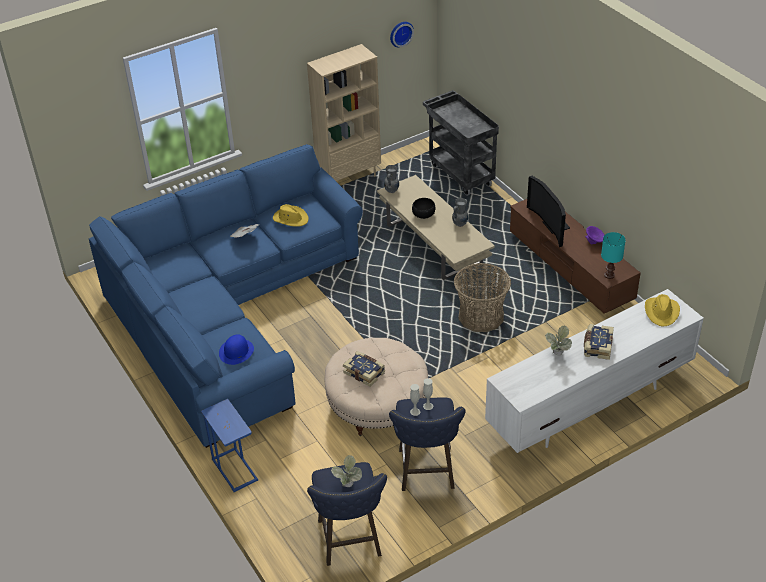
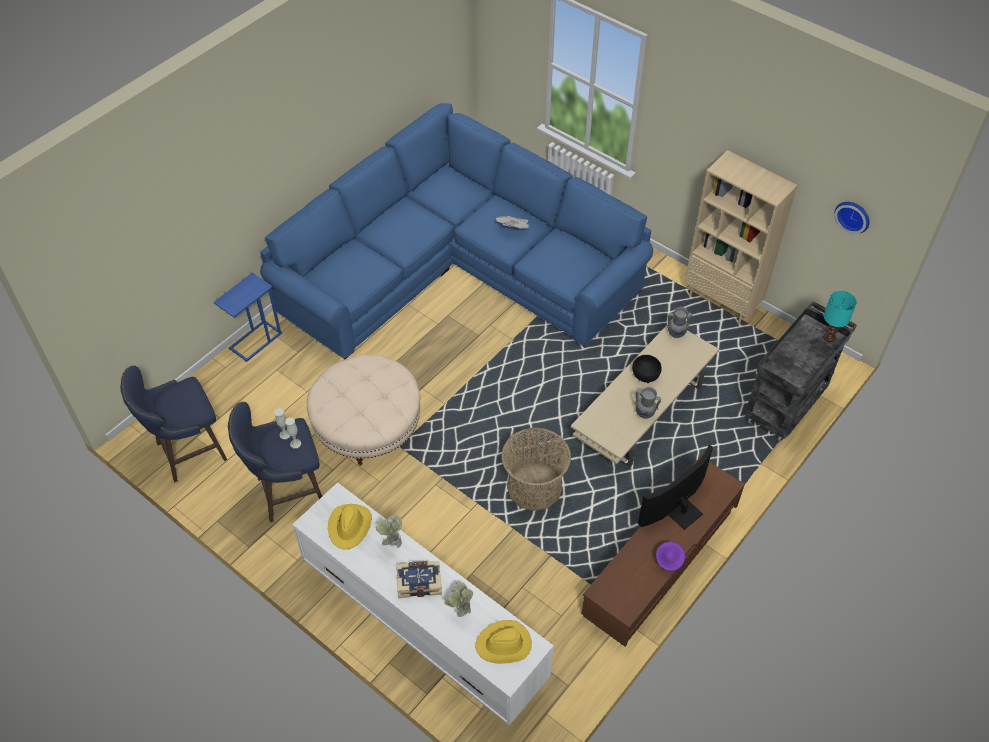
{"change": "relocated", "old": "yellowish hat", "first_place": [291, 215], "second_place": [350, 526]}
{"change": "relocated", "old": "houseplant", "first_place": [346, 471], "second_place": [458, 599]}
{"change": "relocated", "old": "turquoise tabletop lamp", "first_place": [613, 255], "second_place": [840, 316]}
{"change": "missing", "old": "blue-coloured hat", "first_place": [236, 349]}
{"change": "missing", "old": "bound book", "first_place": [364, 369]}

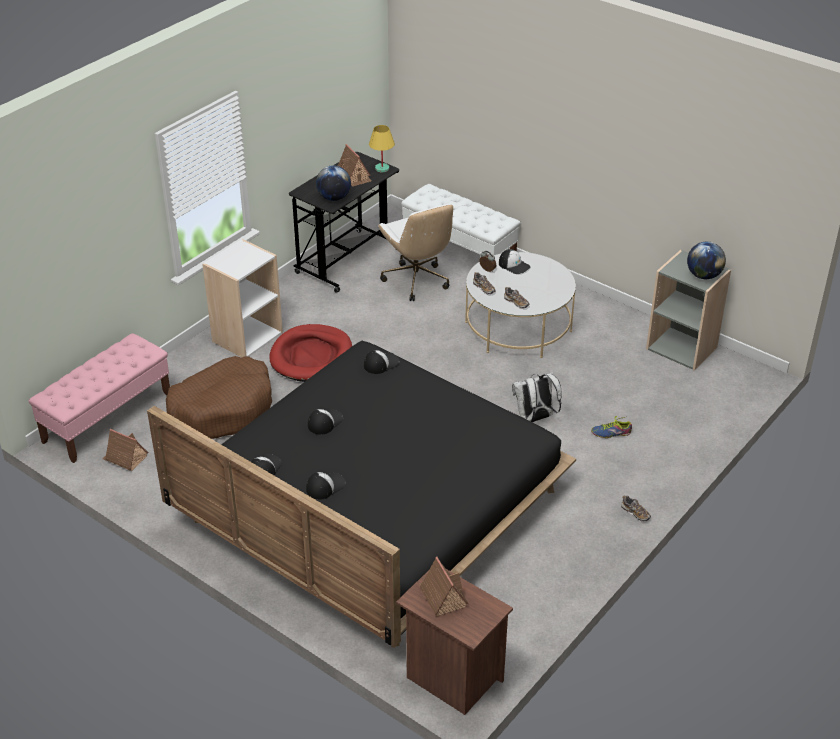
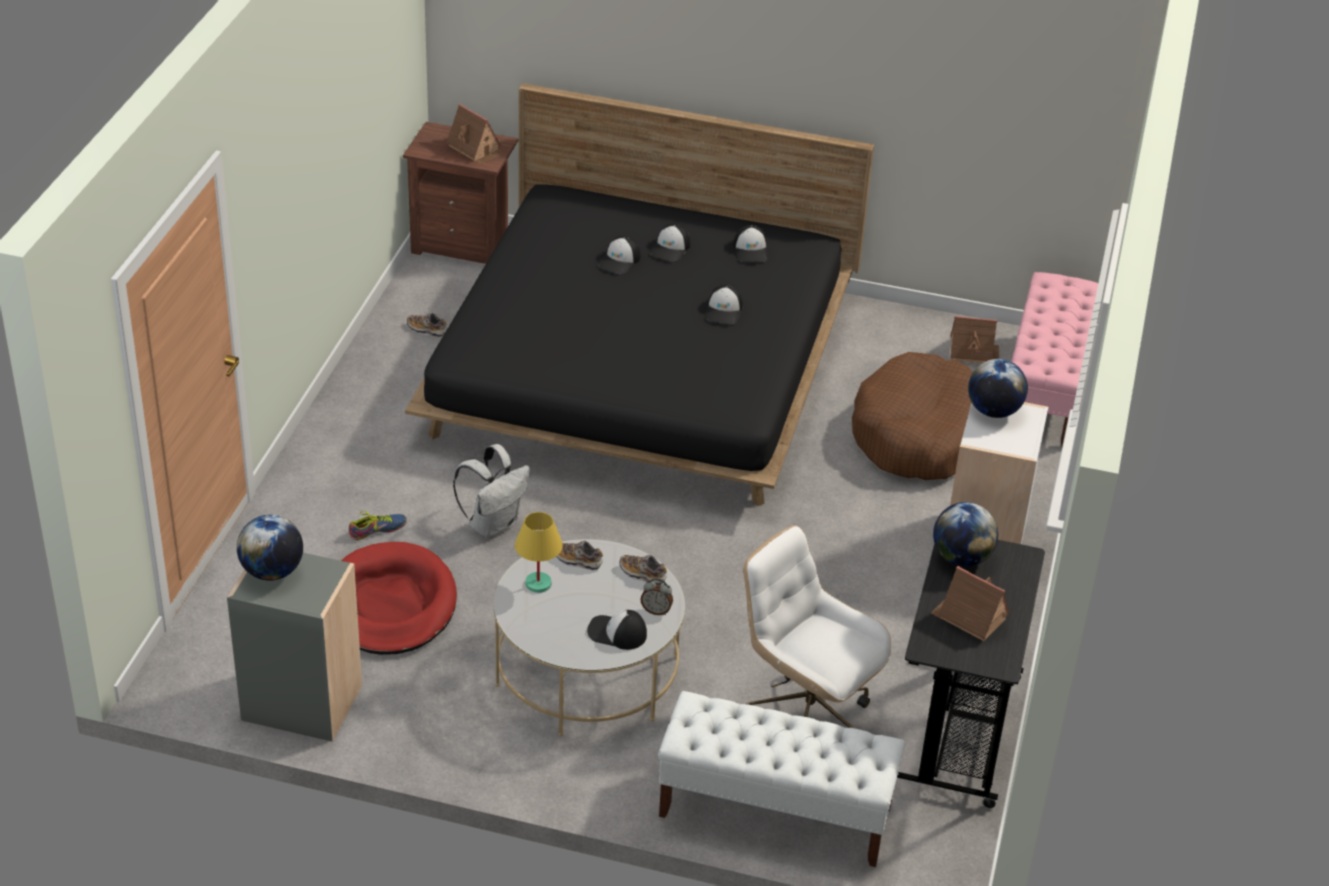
{"change": "relocated", "old": "red dog bed", "first_place": [310, 353], "second_place": [399, 598]}
{"change": "relocated", "old": "shoe", "first_place": [636, 508], "second_place": [427, 324]}
{"change": "relocated", "old": "yellowish tabletop lamp", "first_place": [382, 148], "second_place": [539, 552]}
{"change": "relocated", "old": "peaked cap", "first_place": [381, 362], "second_place": [618, 255]}
{"change": "appeared", "new": "desk globe", "second_place": [998, 388]}

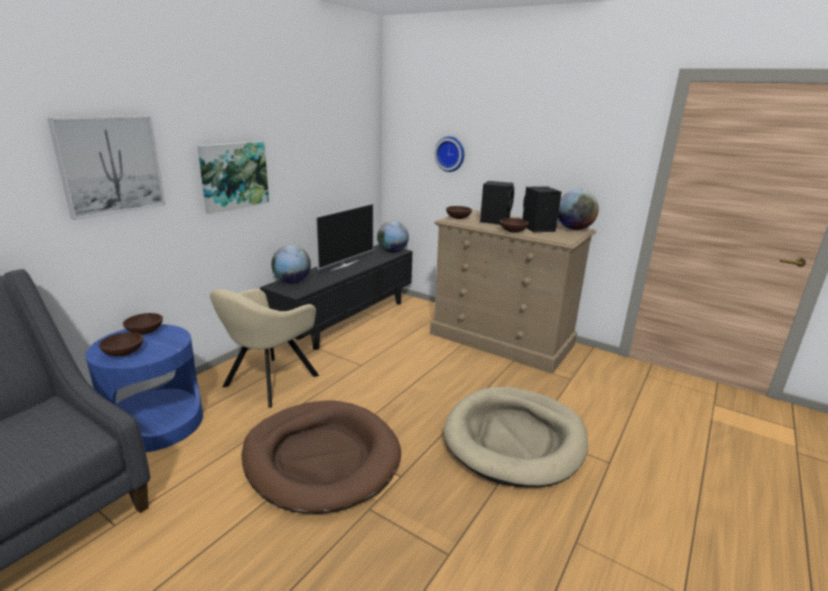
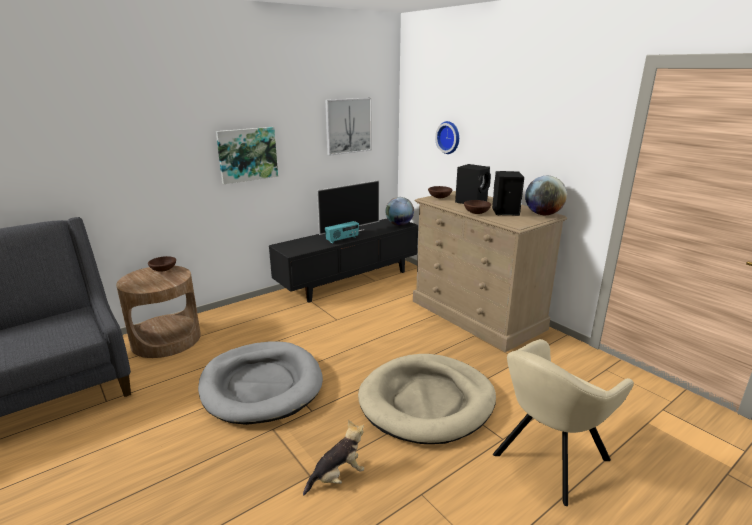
{"change": "colour", "old": "blue-coloured side table", "new": "brown-coloured side table", "first_place": [144, 388], "second_place": [158, 312]}
{"change": "colour", "old": "brown-coloured dog bed", "new": "grey dog bed", "first_place": [321, 457], "second_place": [260, 383]}
{"change": "appeared", "new": "plush toy", "second_place": [333, 457]}
{"change": "relocated", "old": "wall picture", "first_place": [106, 168], "second_place": [348, 127]}
{"change": "appeared", "new": "radio receiver", "second_place": [342, 232]}
{"change": "relocated", "old": "beige-coloured armchair", "first_place": [264, 348], "second_place": [563, 422]}
{"change": "missing", "old": "brown-coloured bowl", "first_place": [121, 344]}
{"change": "missing", "old": "desk globe", "first_place": [291, 264]}

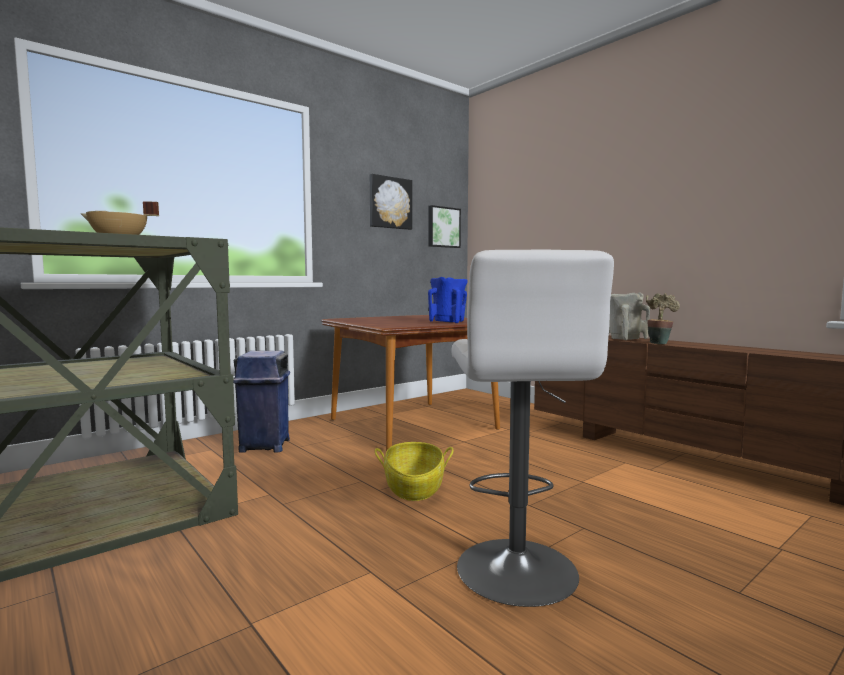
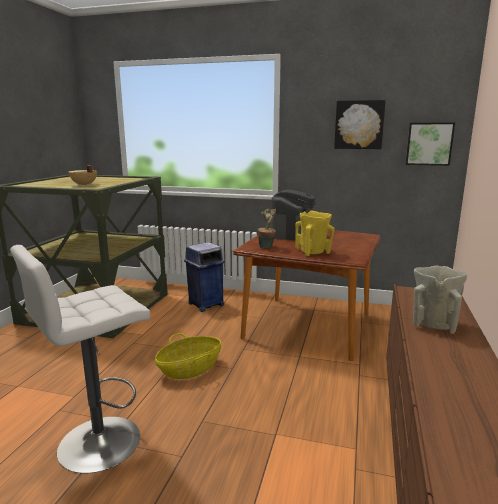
{"change": "relocated", "old": "houseplant", "first_place": [663, 318], "second_place": [267, 228]}
{"change": "appeared", "new": "coffee brewer", "second_place": [293, 215]}
{"change": "colour", "old": "blue-coloured vase", "new": "yellowish vase", "first_place": [447, 300], "second_place": [315, 233]}

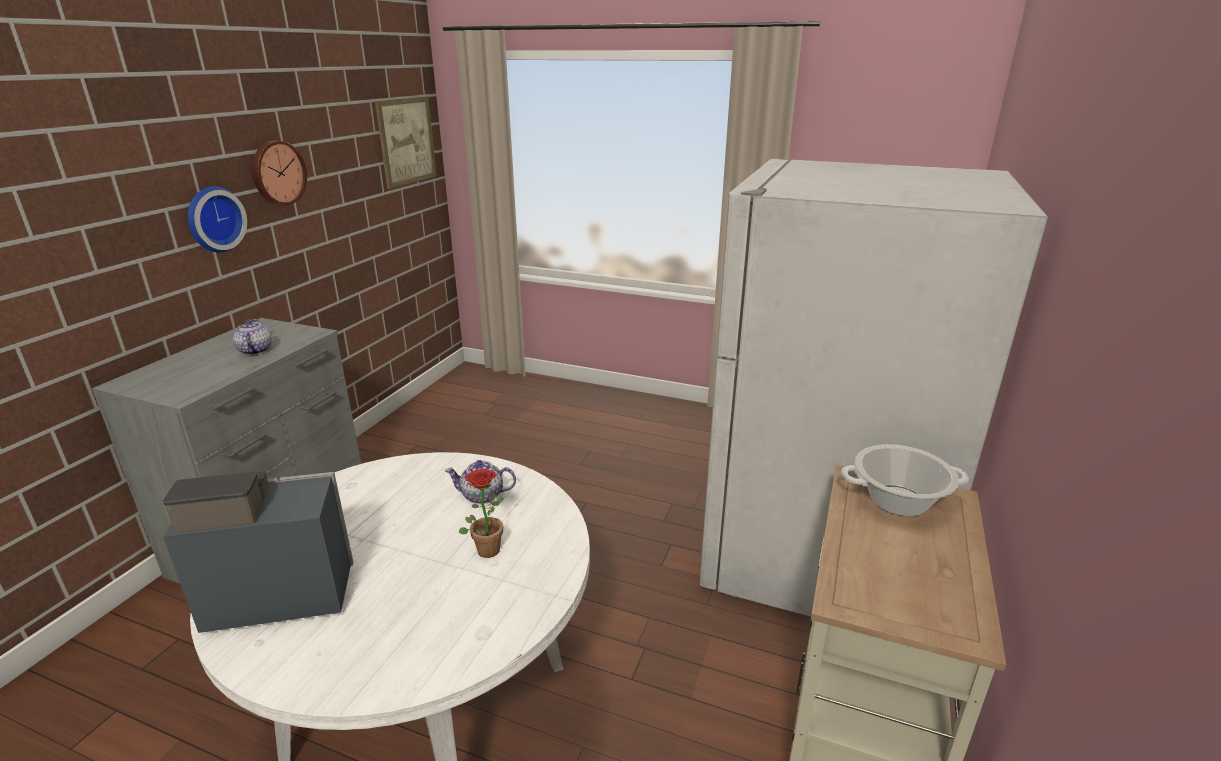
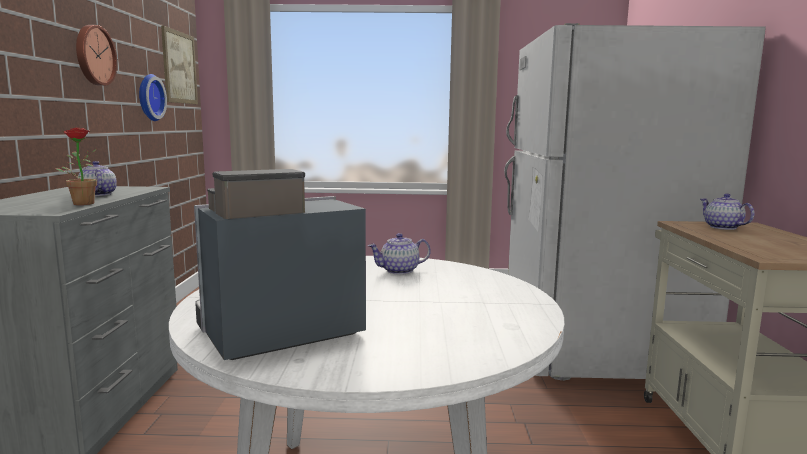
{"change": "relocated", "old": "houseplant", "first_place": [481, 513], "second_place": [76, 166]}
{"change": "relocated", "old": "clock on the wall", "first_place": [217, 219], "second_place": [153, 97]}
{"change": "exchanged", "old": "saucepot", "new": "teapot", "first_place": [905, 480], "second_place": [727, 211]}

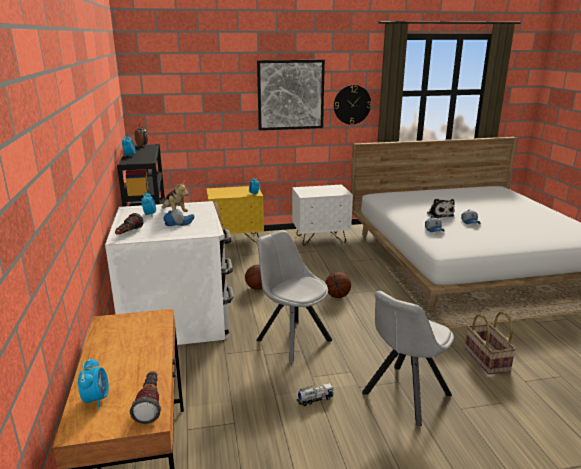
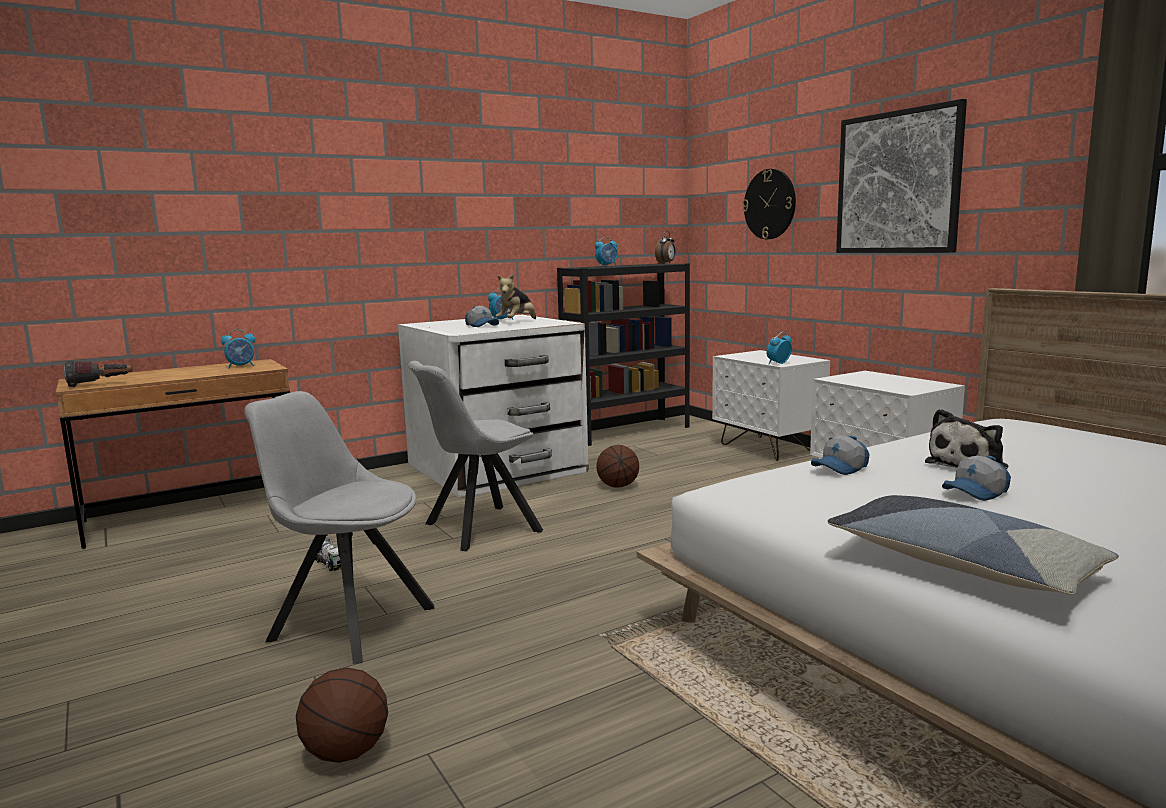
{"change": "relocated", "old": "alarm clock", "first_place": [93, 383], "second_place": [238, 348]}
{"change": "relocated", "old": "ball for basketball", "first_place": [338, 285], "second_place": [342, 715]}
{"change": "spun", "old": "grey chair", "first_place": [294, 296], "second_place": [475, 456], "degrees": -150}
{"change": "colour", "old": "yellowish nightstand", "new": "white nightstand", "first_place": [235, 215], "second_place": [771, 405]}
{"change": "relocated", "old": "clock on the wall", "first_place": [352, 105], "second_place": [769, 204]}
{"change": "appeared", "new": "cushion", "second_place": [973, 545]}
{"change": "missing", "old": "flashlight", "first_place": [129, 223]}
{"change": "missing", "old": "basket", "first_place": [490, 343]}

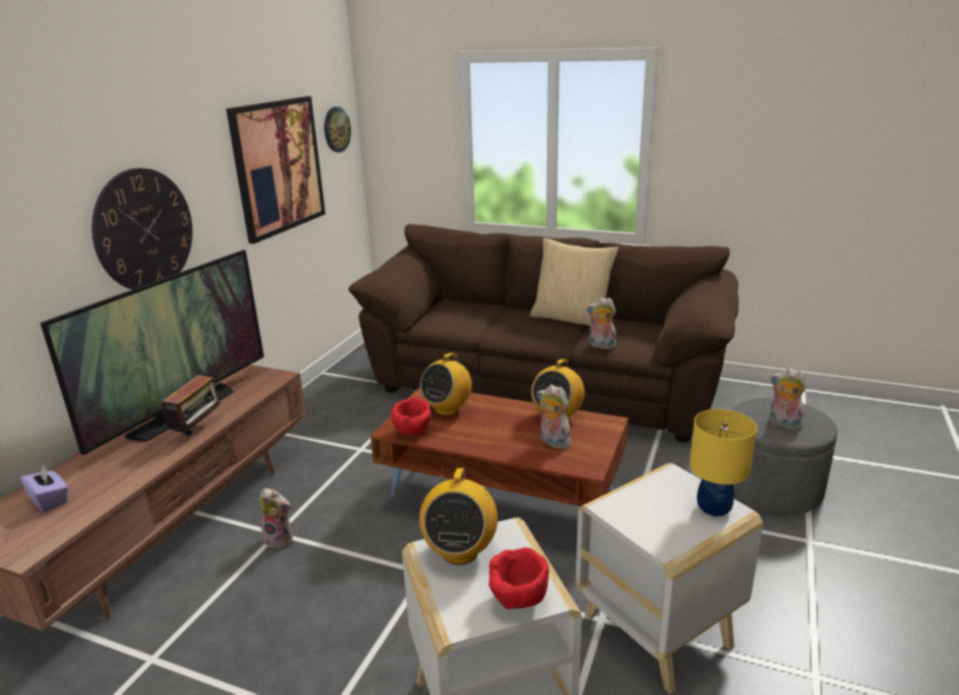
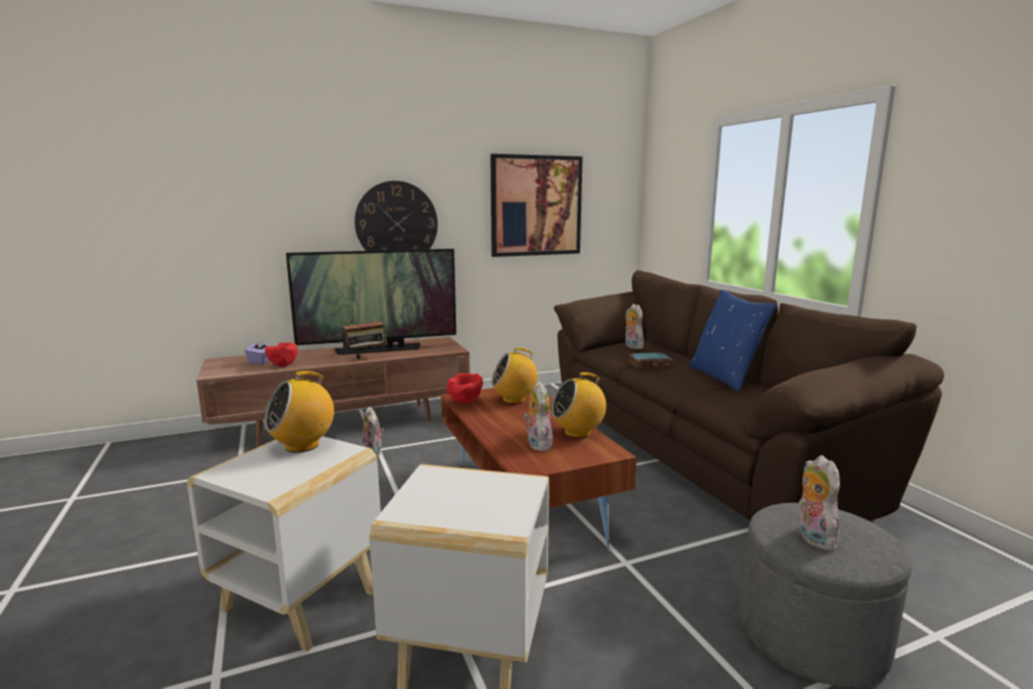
{"change": "relocated", "old": "red bowl", "first_place": [519, 579], "second_place": [281, 354]}
{"change": "relocated", "old": "plush toy", "first_place": [601, 323], "second_place": [635, 326]}
{"change": "appeared", "new": "bound book", "second_place": [651, 360]}
{"change": "colour", "old": "beige-coloured cushion", "new": "blue-coloured cushion", "first_place": [574, 282], "second_place": [733, 341]}
{"change": "missing", "old": "clock on the wall", "first_place": [337, 129]}
{"change": "missing", "old": "yellowish tabletop lamp", "first_place": [723, 462]}

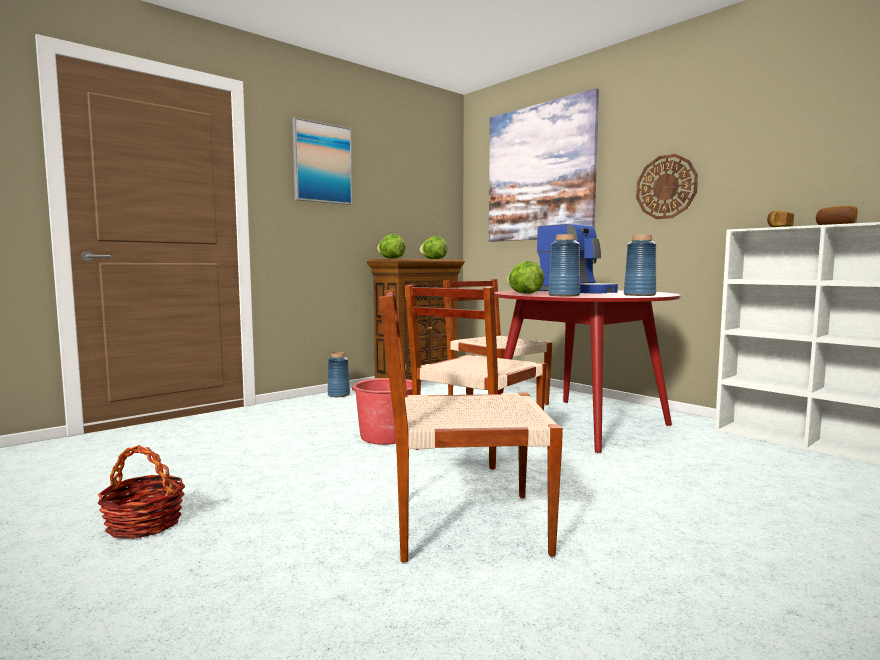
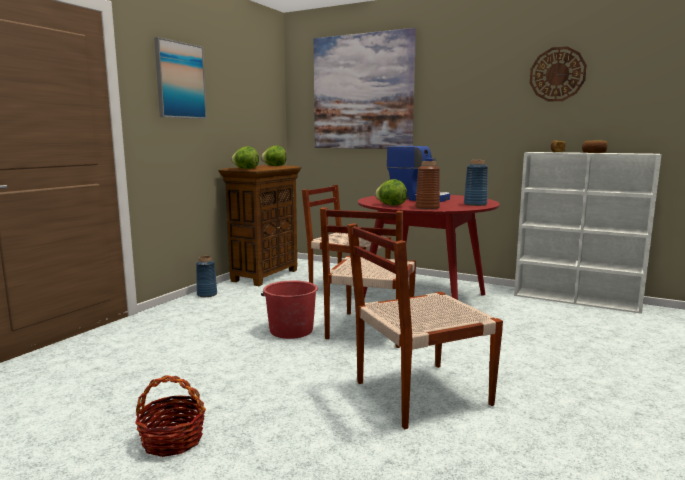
{"change": "colour", "old": "blue-coloured vase", "new": "brown-coloured vase", "first_place": [564, 265], "second_place": [428, 185]}
{"change": "relocated", "old": "clock on the wall", "first_place": [667, 186], "second_place": [558, 74]}

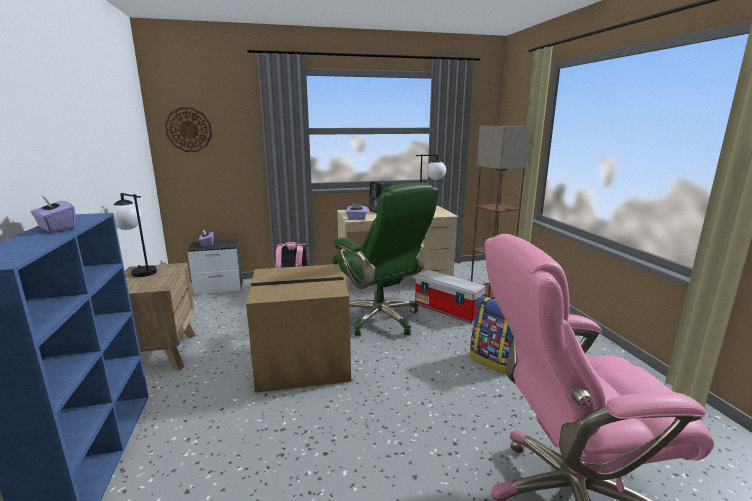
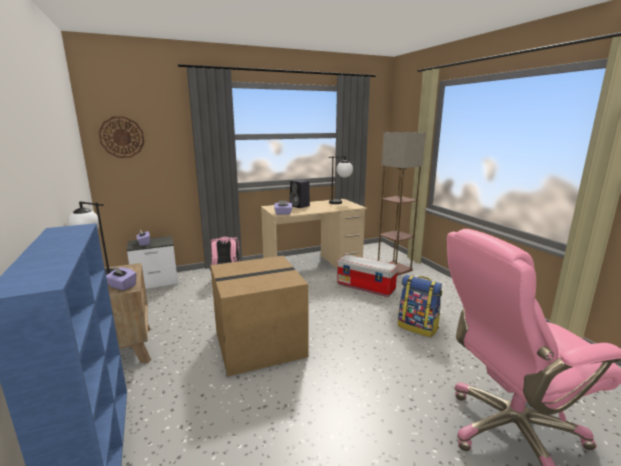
{"change": "relocated", "old": "purple box of tissues", "first_place": [53, 214], "second_place": [121, 278]}
{"change": "missing", "old": "green-coloured office chair", "first_place": [386, 259]}

